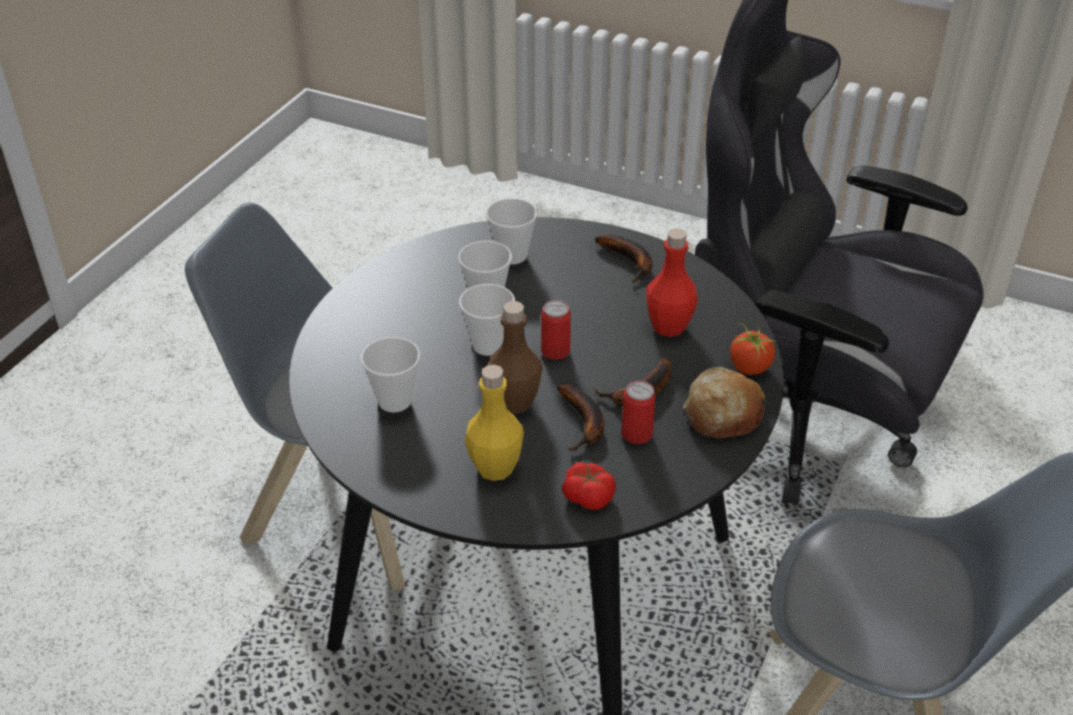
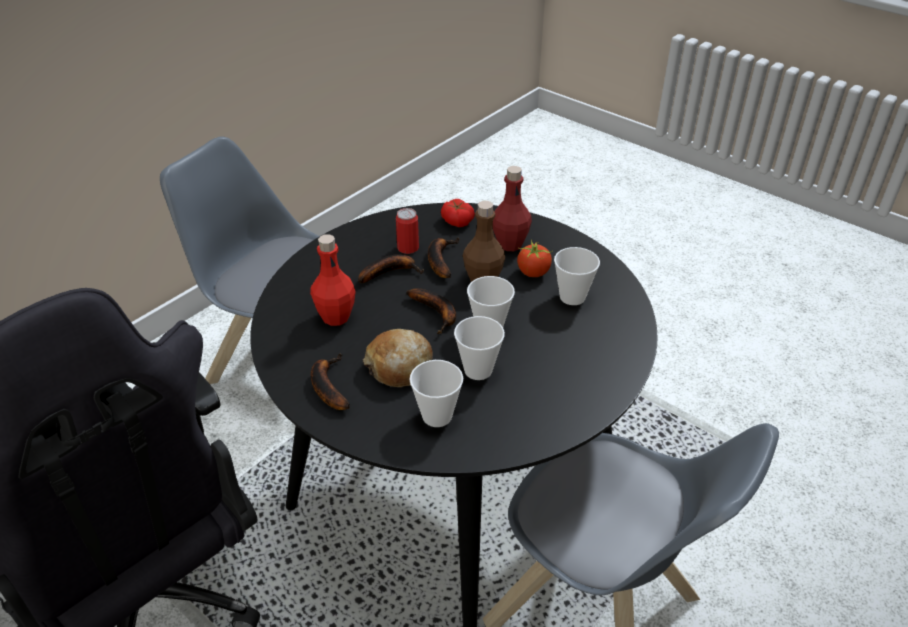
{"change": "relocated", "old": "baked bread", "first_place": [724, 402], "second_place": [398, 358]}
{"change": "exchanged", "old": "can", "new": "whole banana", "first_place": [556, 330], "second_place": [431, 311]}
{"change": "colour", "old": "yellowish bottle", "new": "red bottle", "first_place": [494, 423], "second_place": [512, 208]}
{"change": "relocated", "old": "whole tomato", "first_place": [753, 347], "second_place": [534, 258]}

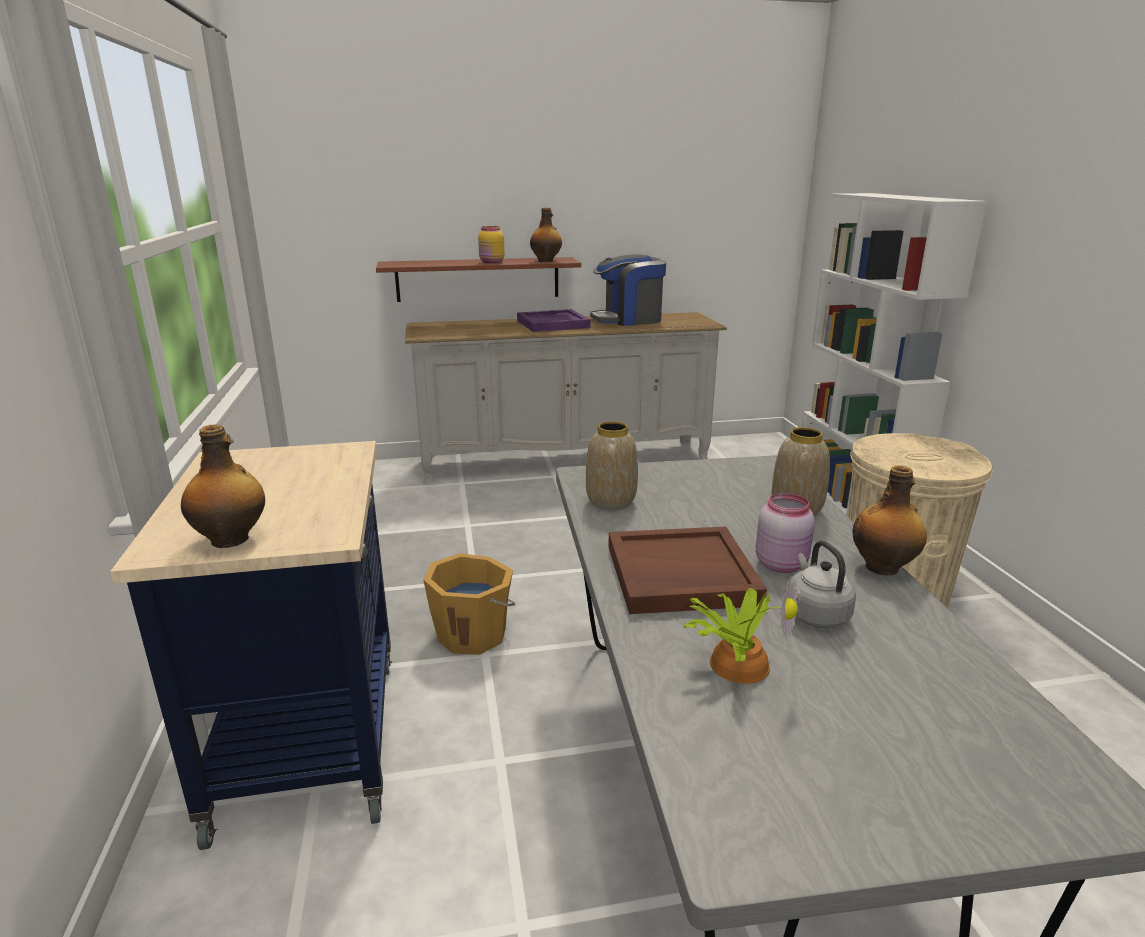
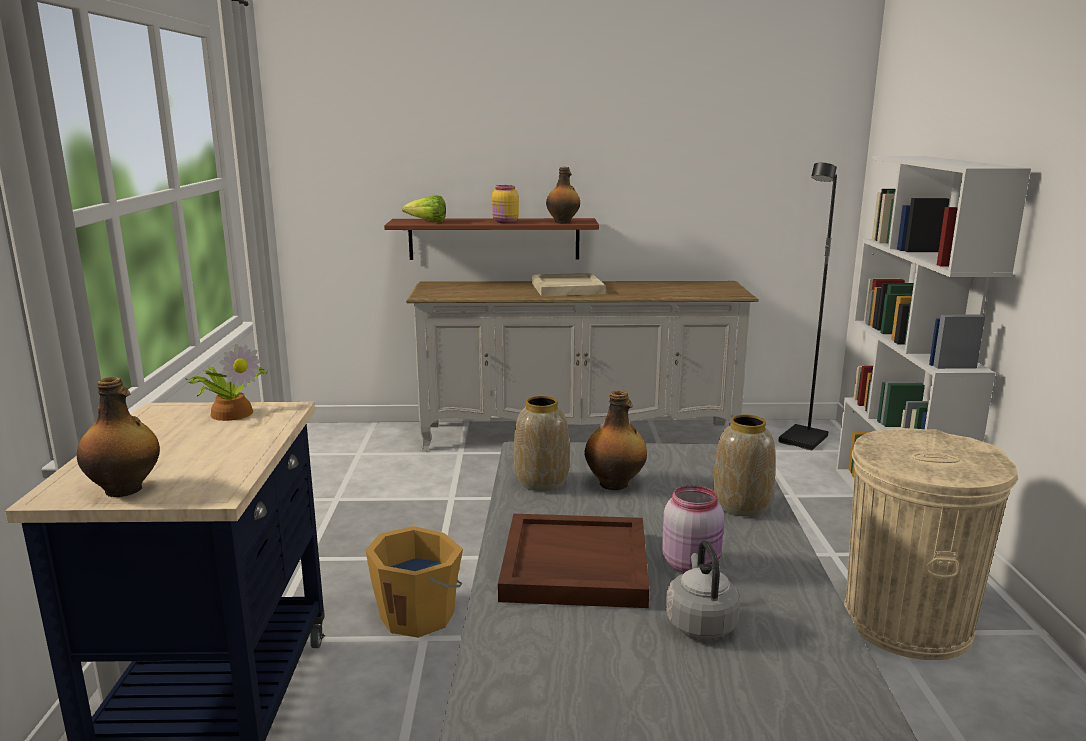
{"change": "relocated", "old": "houseplant", "first_place": [740, 630], "second_place": [226, 382]}
{"change": "appeared", "new": "lettuce", "second_place": [424, 208]}
{"change": "colour", "old": "purple serving tray", "new": "beige-coloured serving tray", "first_place": [554, 320], "second_place": [568, 284]}
{"change": "relocated", "old": "bottle", "first_place": [889, 520], "second_place": [616, 440]}
{"change": "appeared", "new": "black-coloured standing lamp", "second_place": [808, 306]}
{"change": "missing", "old": "coffee brewer", "first_place": [628, 290]}

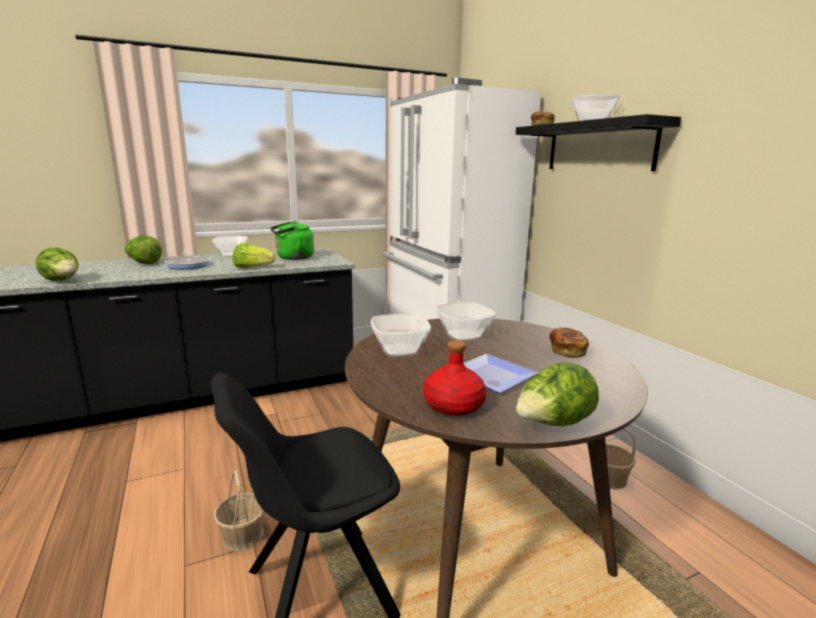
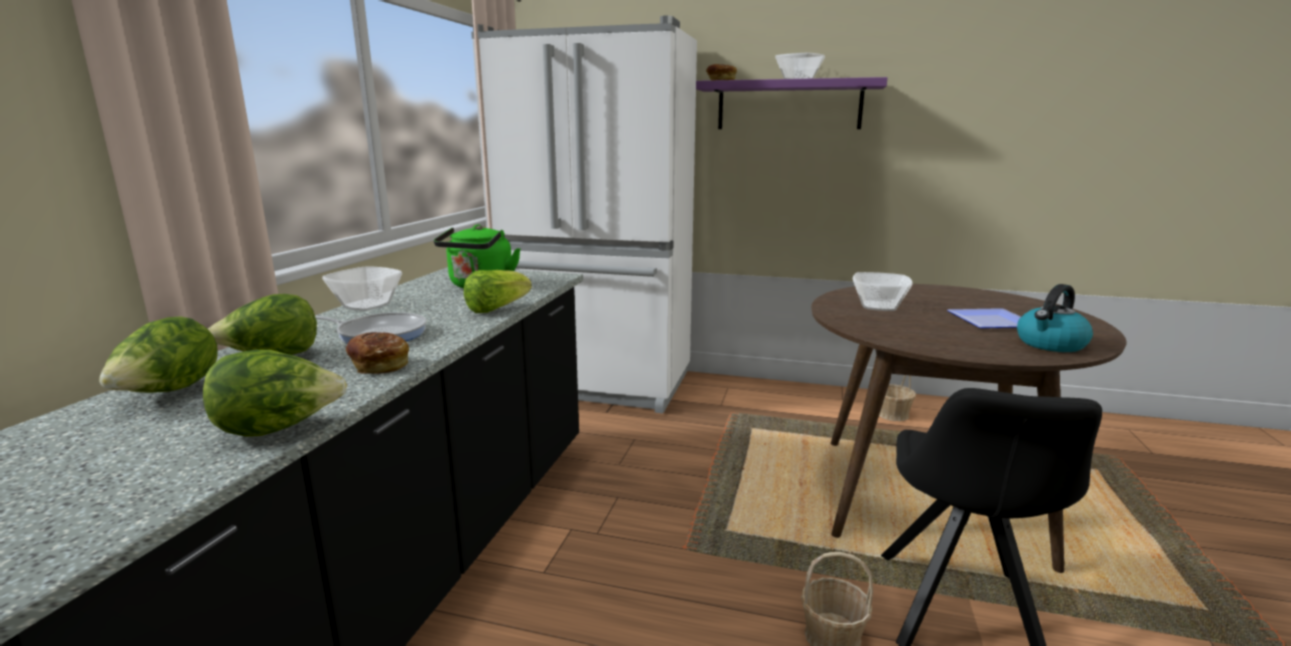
{"change": "relocated", "old": "lettuce", "first_place": [557, 394], "second_place": [158, 354]}
{"change": "relocated", "old": "baked bread", "first_place": [569, 343], "second_place": [377, 353]}
{"change": "colour", "old": "black-coloured shelf", "new": "purple shelf", "first_place": [598, 142], "second_place": [792, 103]}
{"change": "exchanged", "old": "red bottle", "new": "tea kettle", "first_place": [454, 378], "second_place": [1055, 318]}
{"change": "missing", "old": "bowl", "first_place": [401, 335]}

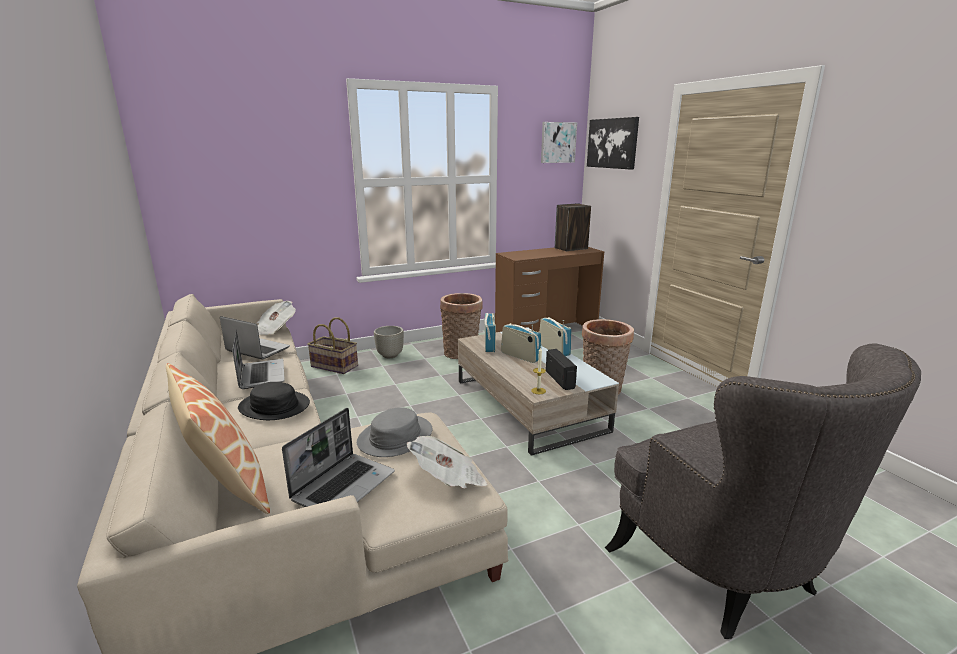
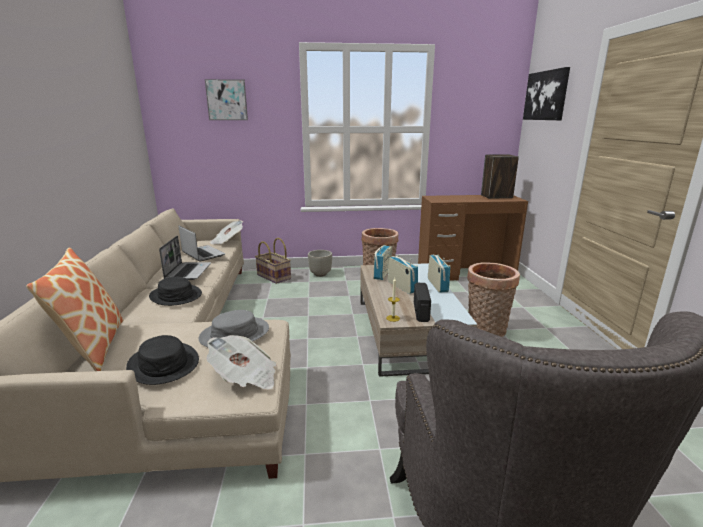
{"change": "exchanged", "old": "portable computer", "new": "black-coloured hat", "first_place": [338, 457], "second_place": [162, 360]}
{"change": "relocated", "old": "wall picture", "first_place": [559, 142], "second_place": [226, 99]}

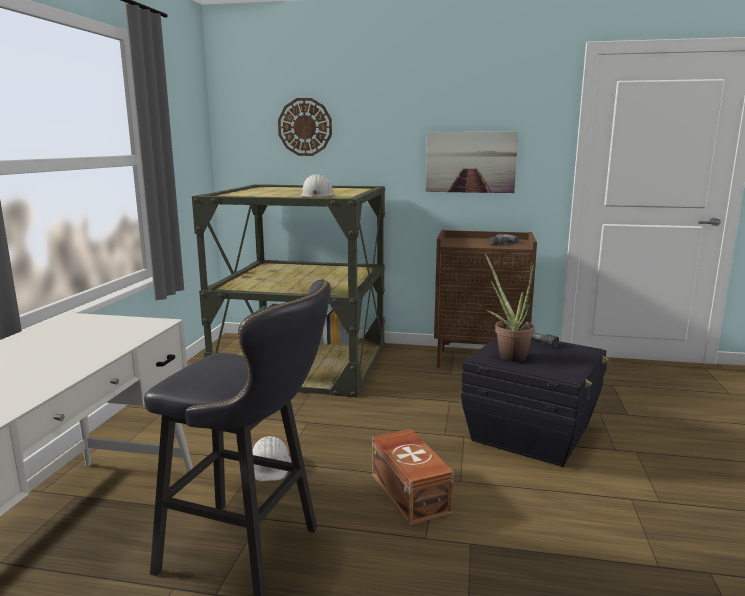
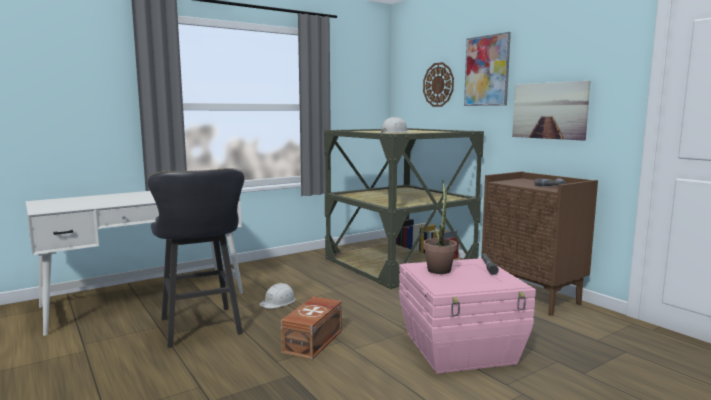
{"change": "colour", "old": "black-coloured storage box", "new": "pinkish storage box", "first_place": [535, 402], "second_place": [467, 316]}
{"change": "appeared", "new": "wall picture", "second_place": [487, 69]}

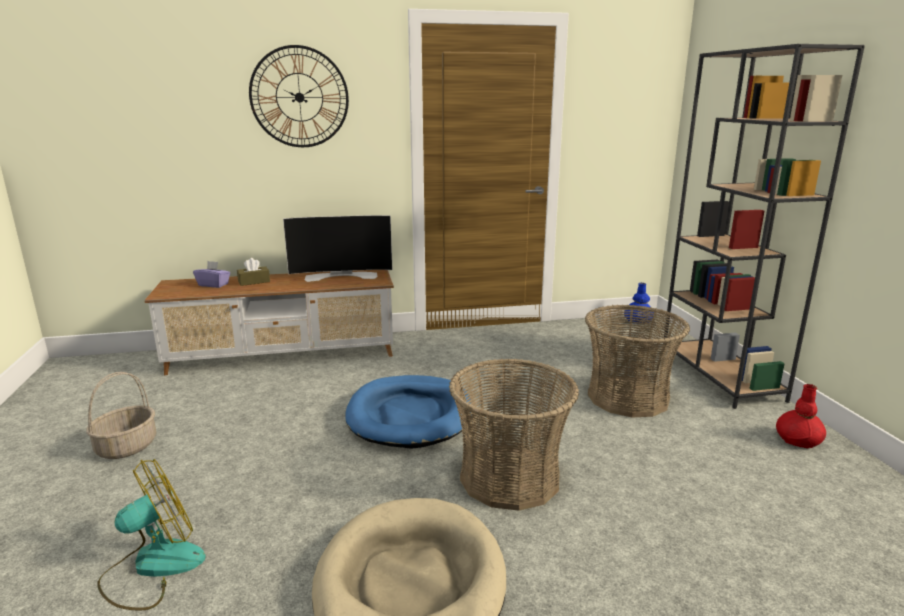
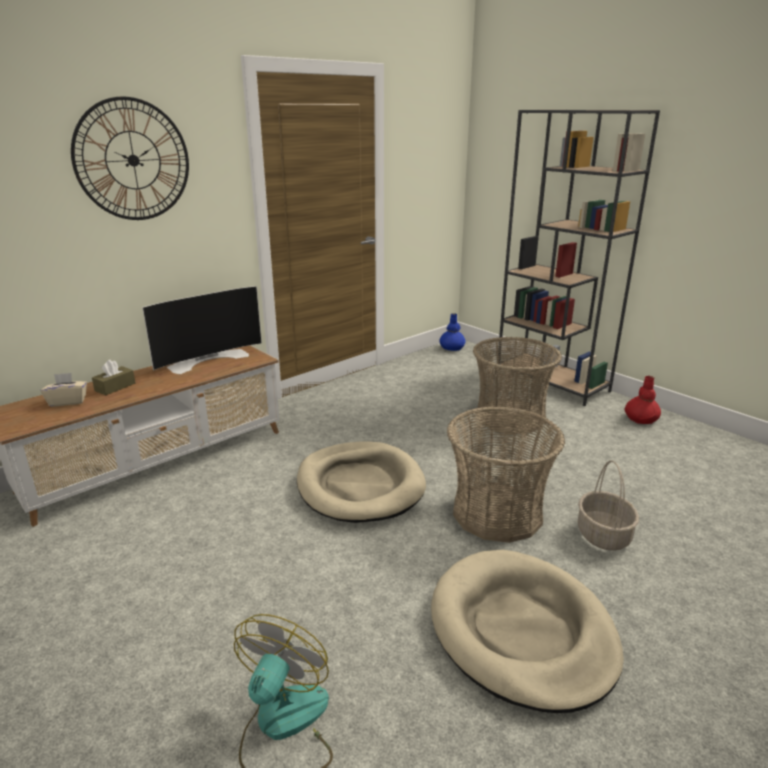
{"change": "colour", "old": "purple box of tissues", "new": "beige-coloured box of tissues", "first_place": [211, 274], "second_place": [64, 390]}
{"change": "colour", "old": "blue-coloured dog bed", "new": "beige-coloured dog bed", "first_place": [408, 412], "second_place": [361, 482]}
{"change": "relocated", "old": "basket", "first_place": [121, 415], "second_place": [608, 505]}

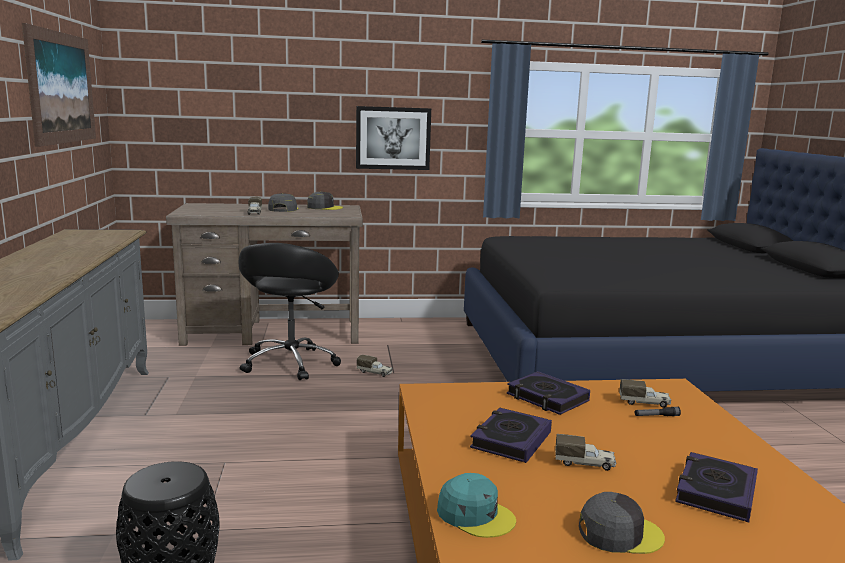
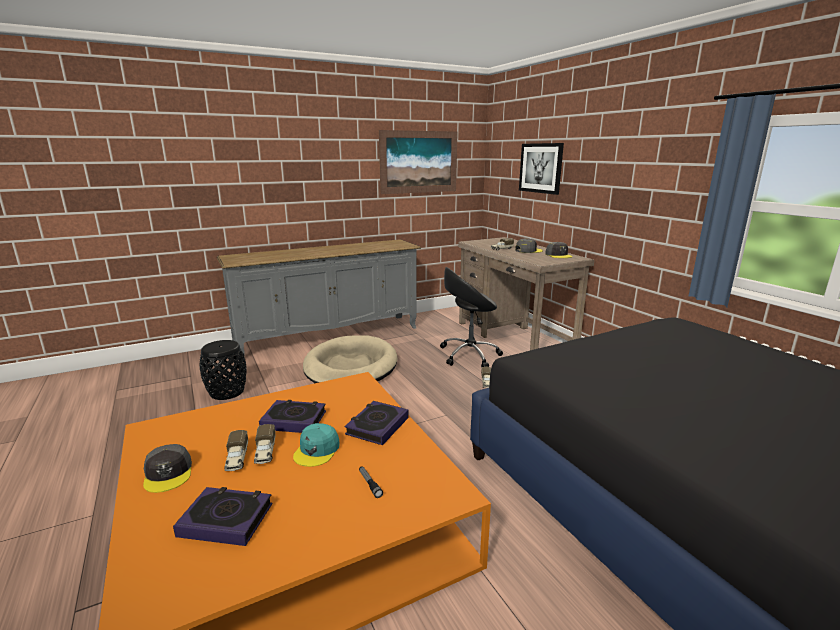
{"change": "relocated", "old": "toy truck", "first_place": [645, 393], "second_place": [236, 450]}
{"change": "relocated", "old": "turquoise peaked cap", "first_place": [476, 505], "second_place": [316, 445]}
{"change": "appeared", "new": "beige-coloured dog bed", "second_place": [350, 359]}
{"change": "relocated", "old": "wall picture", "first_place": [393, 138], "second_place": [541, 169]}

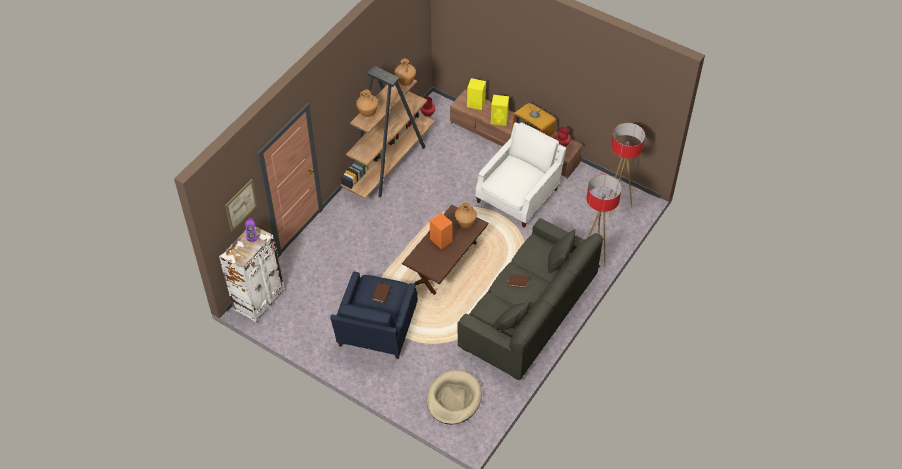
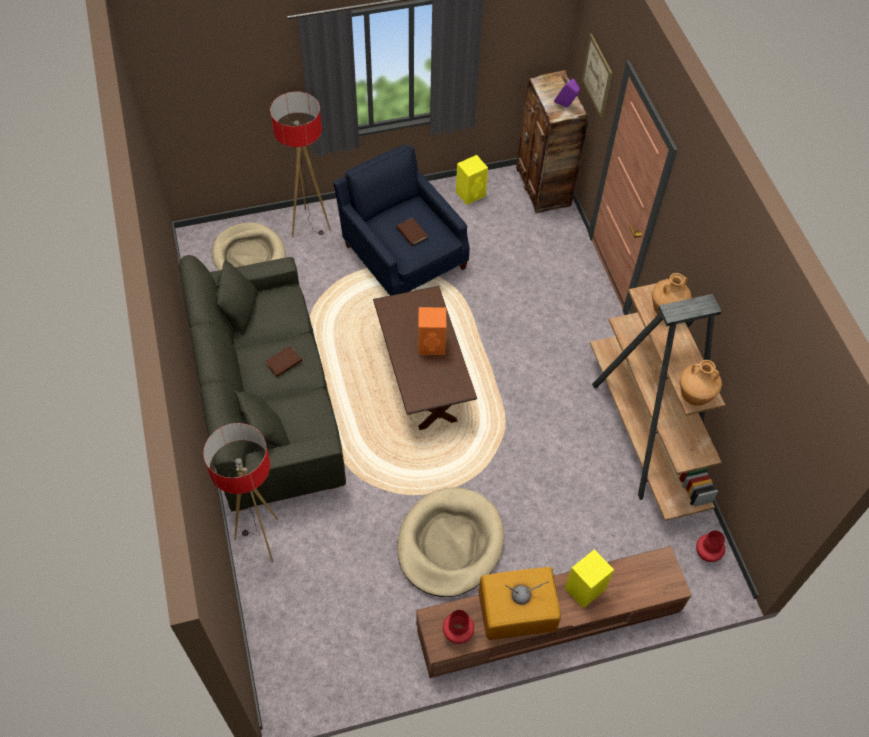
{"change": "relocated", "old": "standing lamp", "first_place": [627, 170], "second_place": [300, 164]}
{"change": "exchanged", "old": "white armchair", "new": "beige-coloured dog bed", "first_place": [521, 175], "second_place": [450, 542]}
{"change": "relocated", "old": "yellowish speaker", "first_place": [476, 94], "second_place": [472, 180]}
{"change": "colour", "old": "white cupboard", "new": "brown-coloured cupboard", "first_place": [252, 274], "second_place": [552, 141]}
{"change": "missing", "old": "brown-coloured vase", "first_place": [466, 215]}

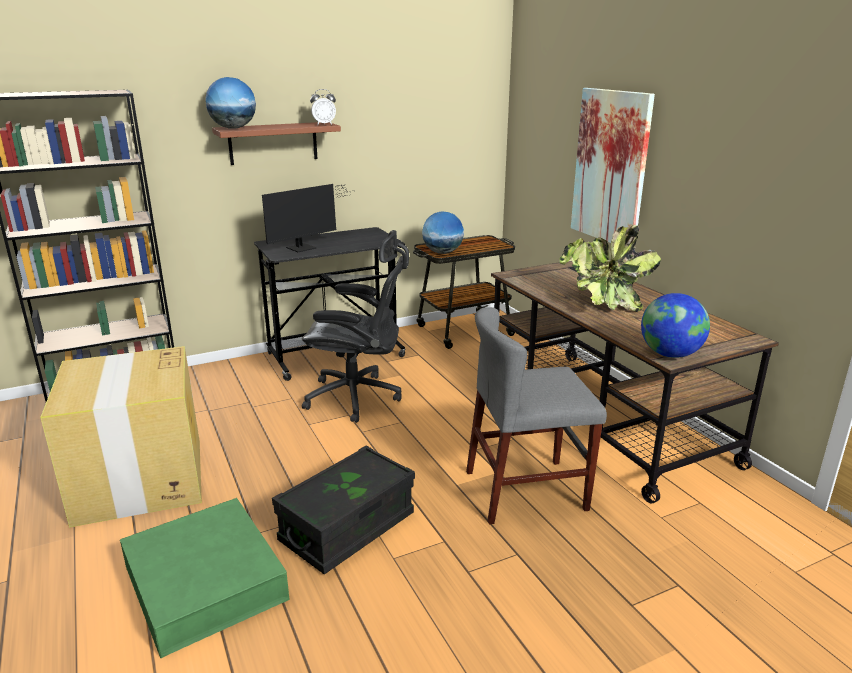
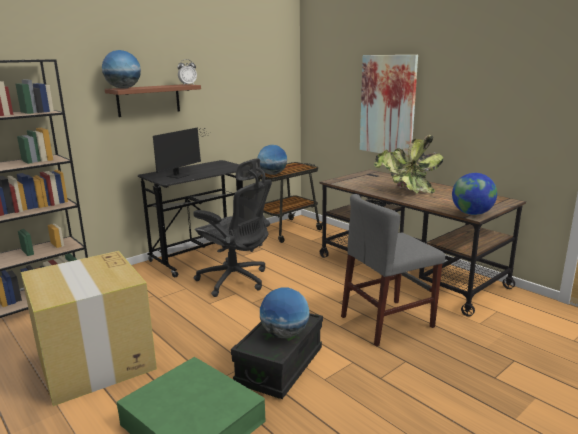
{"change": "spun", "old": "office chair", "first_place": [355, 326], "second_place": [232, 227], "degrees": 45}
{"change": "appeared", "new": "desk globe", "second_place": [285, 313]}

